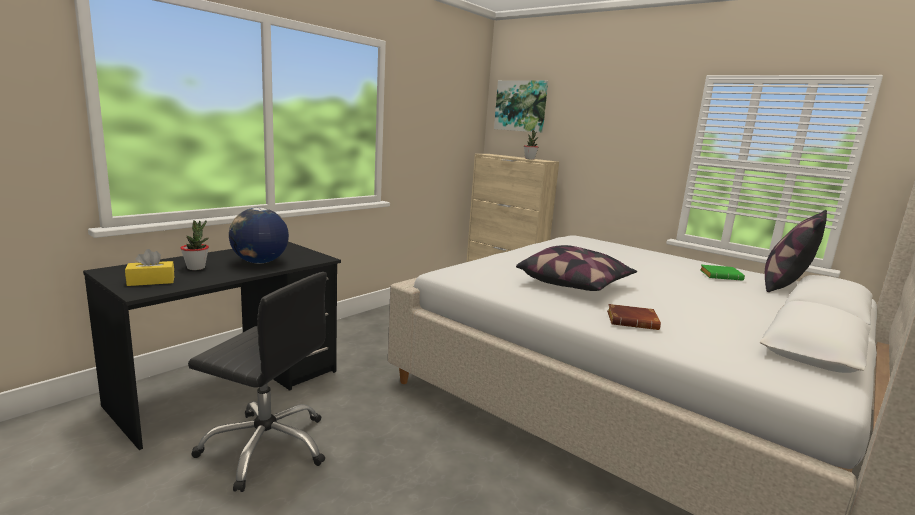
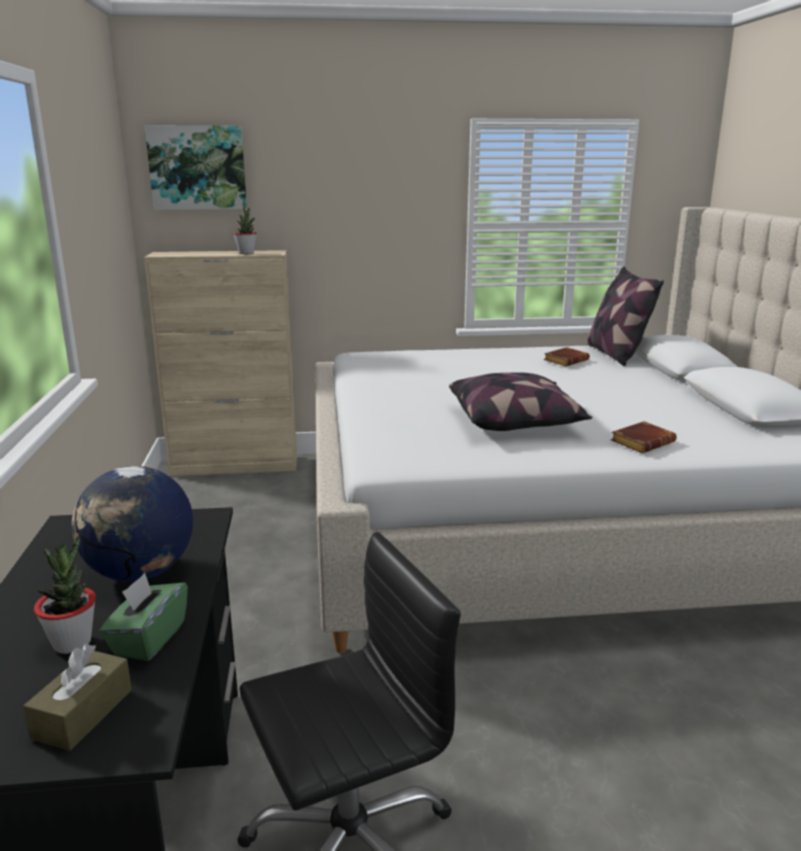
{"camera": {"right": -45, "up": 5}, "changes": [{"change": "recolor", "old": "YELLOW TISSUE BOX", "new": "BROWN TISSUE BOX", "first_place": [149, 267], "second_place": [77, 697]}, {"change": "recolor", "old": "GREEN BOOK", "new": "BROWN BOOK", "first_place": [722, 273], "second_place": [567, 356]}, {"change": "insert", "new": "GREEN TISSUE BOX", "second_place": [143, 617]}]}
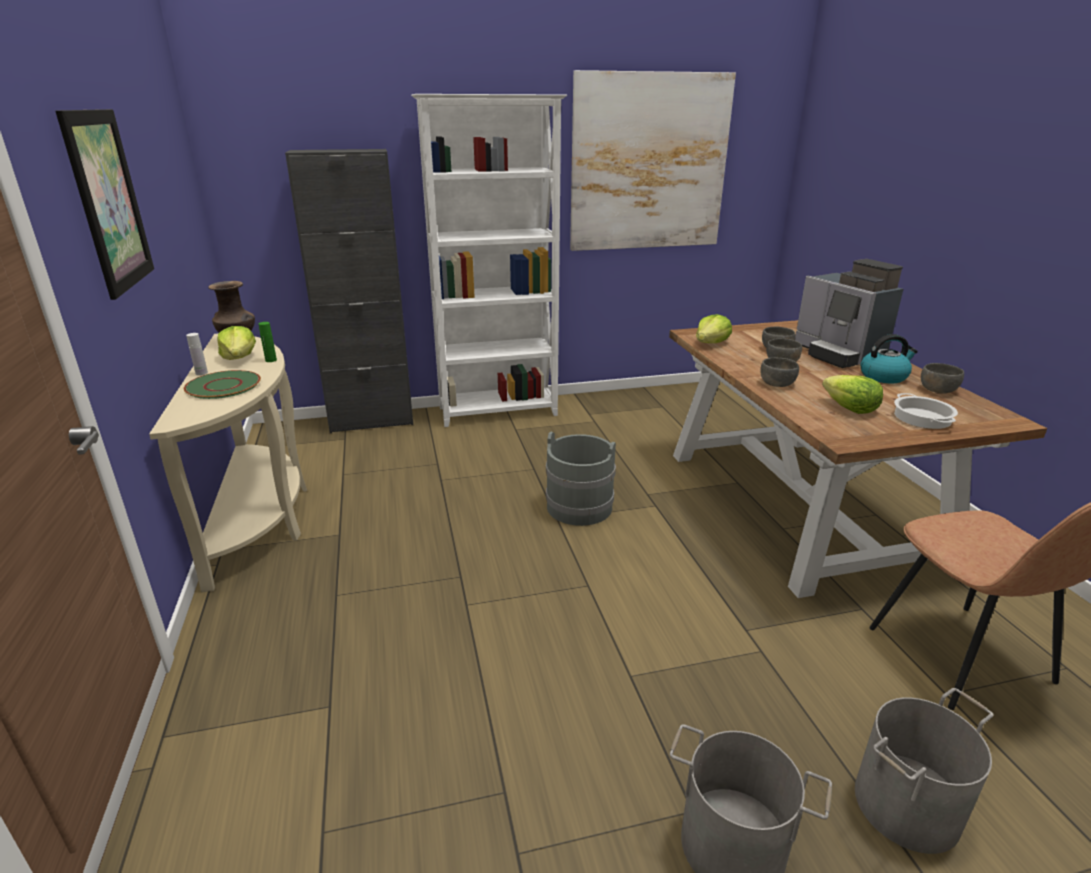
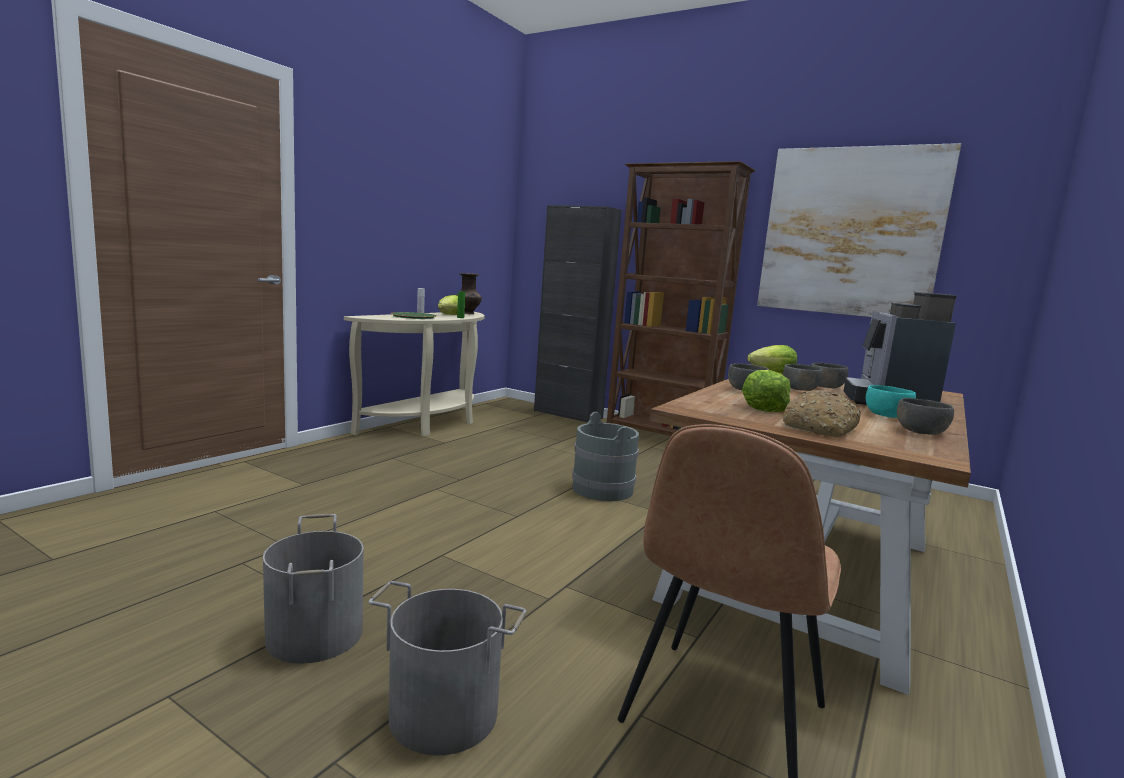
{"camera": {"right": 45, "up": -15}, "changes": [{"change": "recolor", "old": "WHITE BOOKCASE", "new": "BROWN BOOKCASE", "first_place": [489, 260], "second_place": [681, 298]}, {"change": "delete", "old": "PICTURE", "first_place": [104, 204]}, {"change": "replace", "old": "KETTLE", "new": "TURQUOISE BOWL", "first_place": [889, 358], "second_place": [891, 401]}, {"change": "replace", "old": "COOKING POT", "new": "BREAD", "first_place": [926, 411], "second_place": [822, 413]}]}
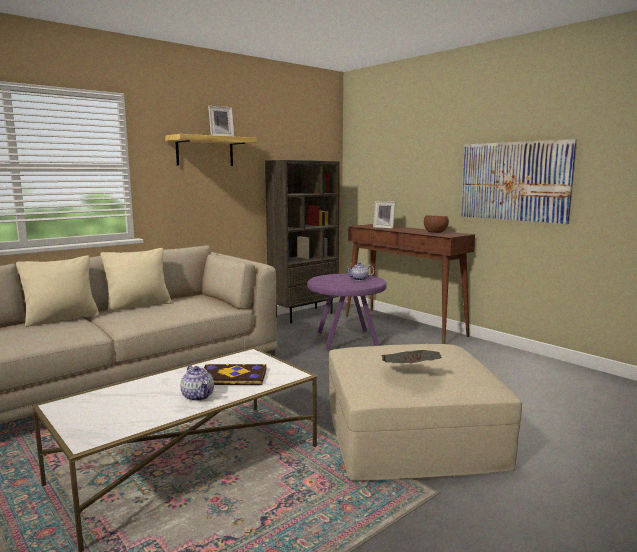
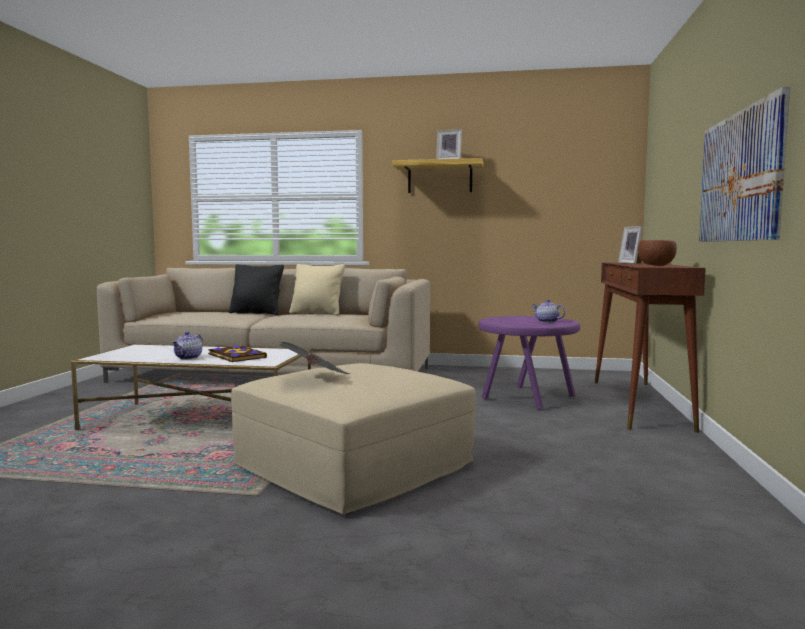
{"camera": {"right": 50, "up": -5}, "changes": [{"change": "delete", "old": "BROWN BOOKCASE", "first_place": [302, 241]}, {"change": "recolor", "old": "BEIGE PILLOW", "new": "BLACK PILLOW", "first_place": [57, 291], "second_place": [256, 289]}]}
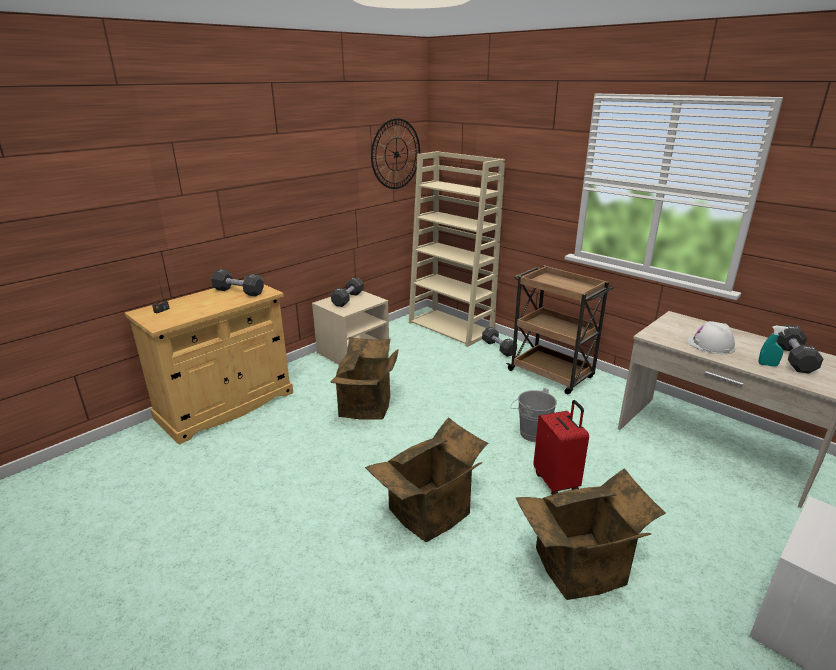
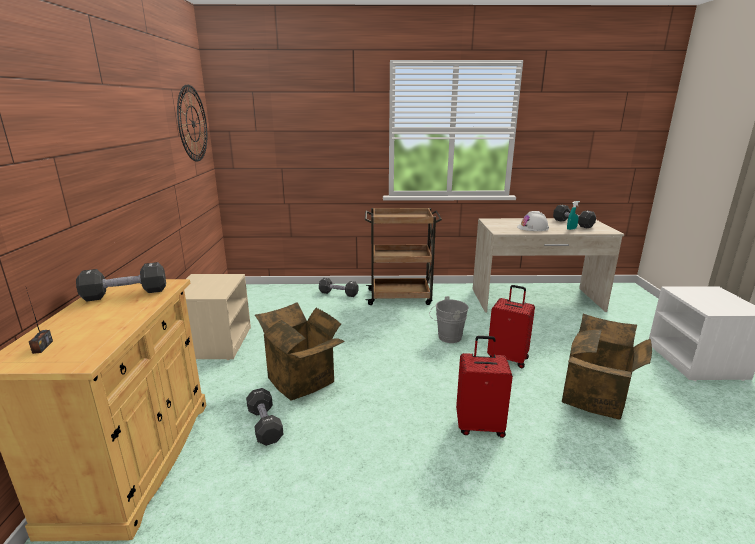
{"camera": {"right": -45, "up": -5}, "changes": [{"change": "delete", "old": "BEIGE BOOKCASE", "first_place": [457, 249]}, {"change": "move", "old": "BLACK DUMBBELL", "first_place": [347, 292], "second_place": [264, 417]}, {"change": "replace", "old": "CARDBOARD BOX", "new": "RED SUITCASE", "first_place": [426, 479], "second_place": [484, 387]}]}
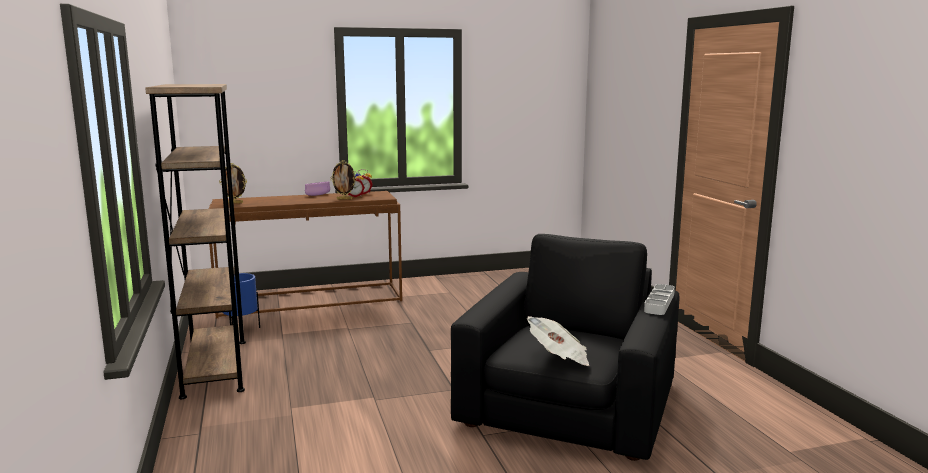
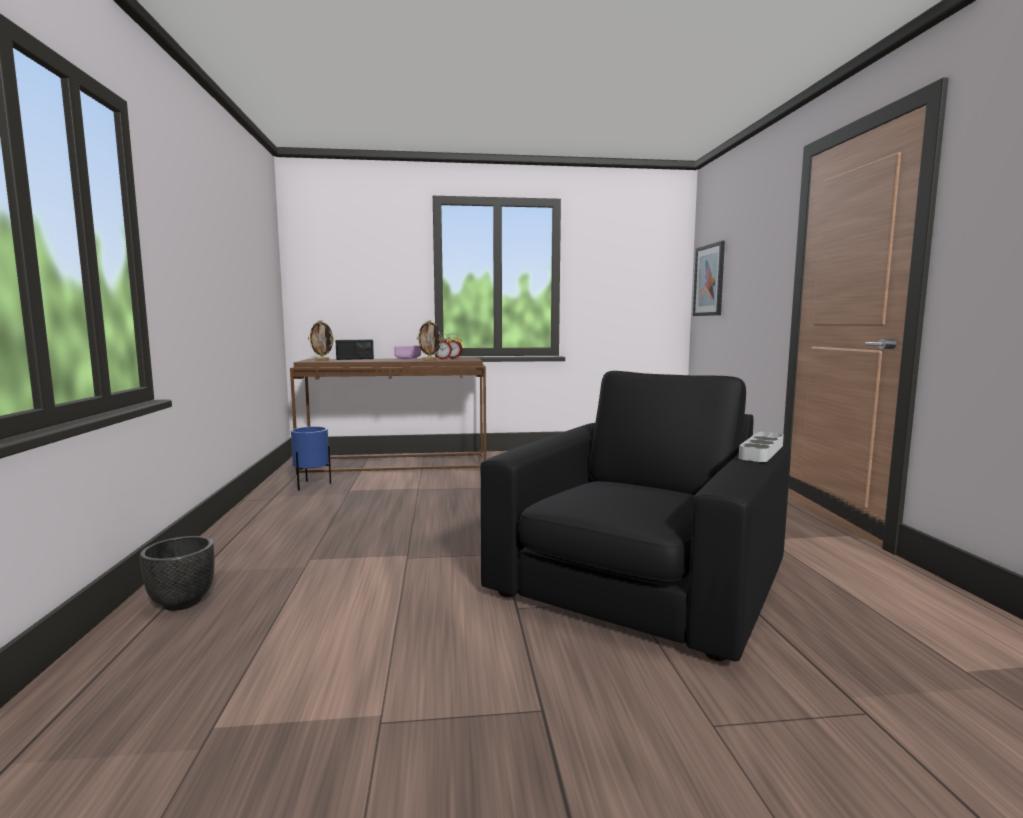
{"camera": {"right": 10, "up": -5}, "changes": [{"change": "delete", "old": "BROWN BOOKCASE", "first_place": [195, 241]}, {"change": "delete", "old": "NEWSPAPER", "first_place": [558, 341]}, {"change": "insert", "new": "PICTURE", "second_place": [709, 278]}, {"change": "insert", "new": "RADIO", "second_place": [354, 350]}, {"change": "insert", "new": "BLACK PLANTER", "second_place": [177, 573]}]}
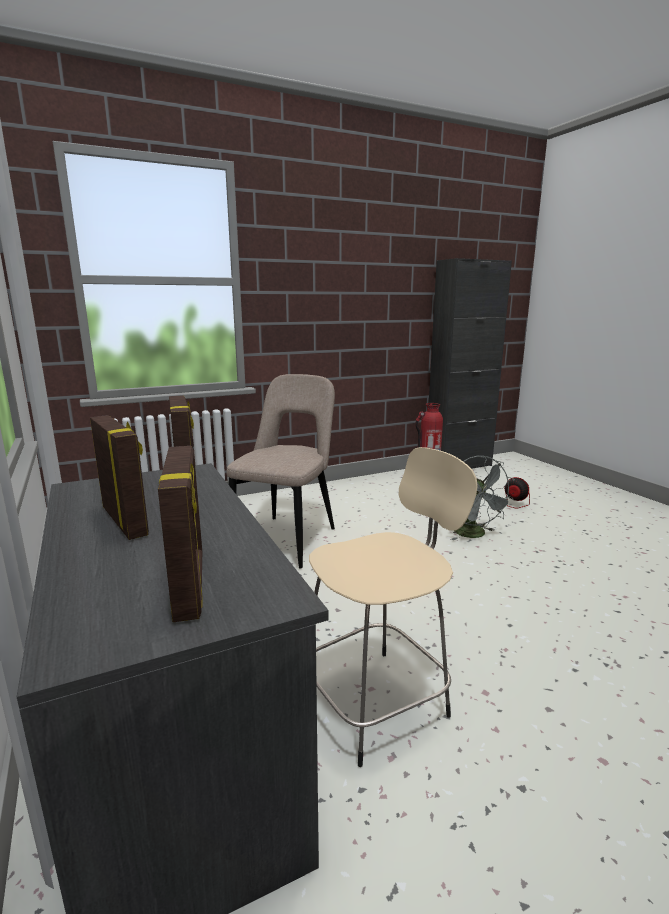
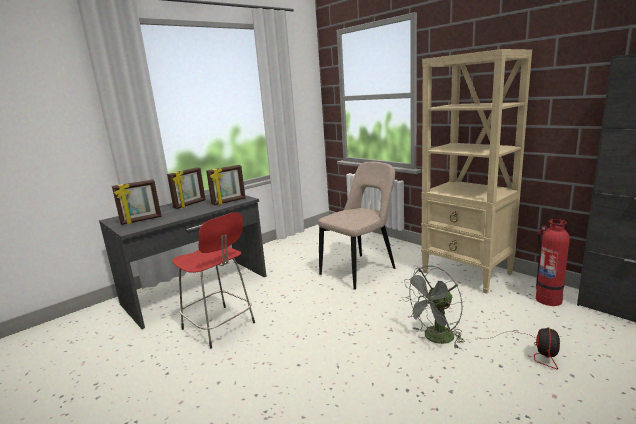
{"camera": {"right": 75, "up": 0}, "changes": [{"change": "rotate", "old": "BEIGE CHAIR", "first_place": [280, 471], "second_place": [356, 226], "degrees": -45}, {"change": "recolor", "old": "BEIGE STOOL", "new": "RED STOOL", "first_place": [393, 607], "second_place": [213, 280]}, {"change": "insert", "new": "BEIGE BOOKCASE", "second_place": [476, 171]}]}
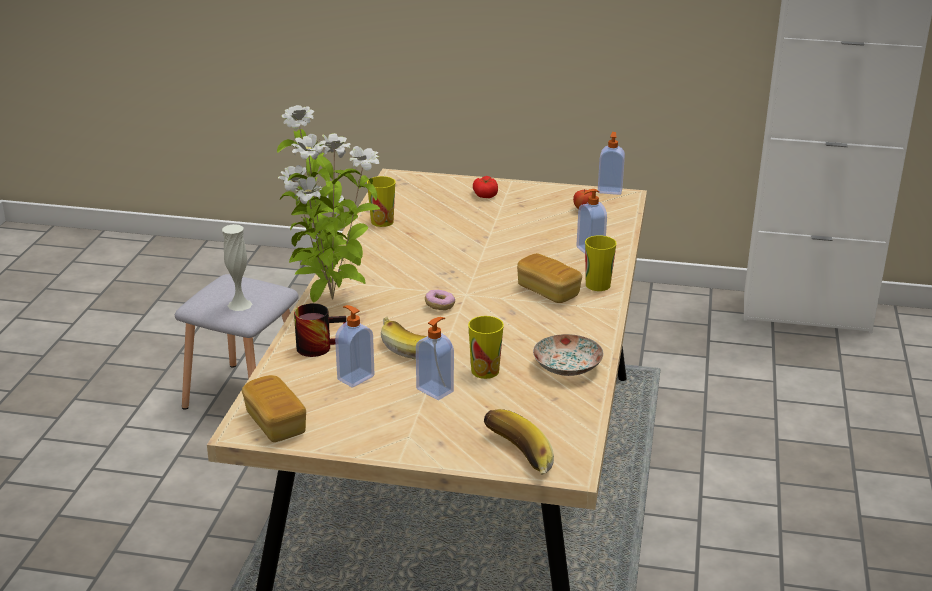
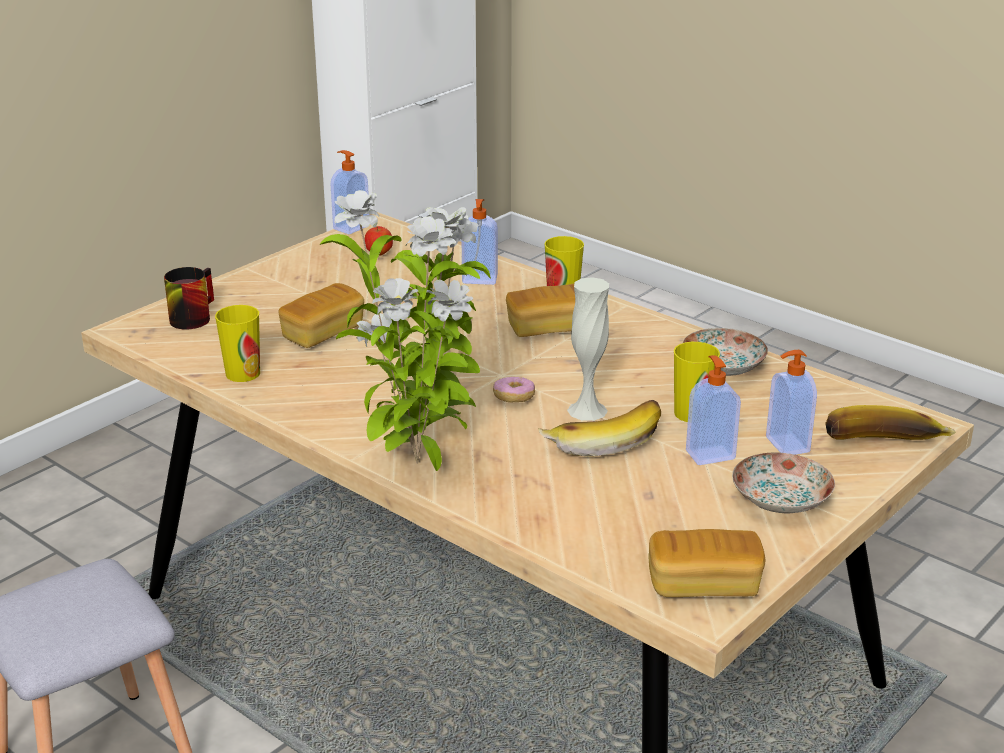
{"camera": {"right": -60, "up": 0}, "changes": [{"change": "delete", "old": "TOMATO", "first_place": [485, 187]}, {"change": "move", "old": "WHITE VASE", "first_place": [237, 267], "second_place": [588, 349]}, {"change": "move", "old": "MUG", "first_place": [320, 330], "second_place": [189, 298]}, {"change": "move", "old": "SOAP DISPENSER", "first_place": [354, 346], "second_place": [791, 402]}, {"change": "insert", "new": "BREAD", "second_place": [321, 315]}, {"change": "insert", "new": "PLATE", "second_place": [783, 482]}]}
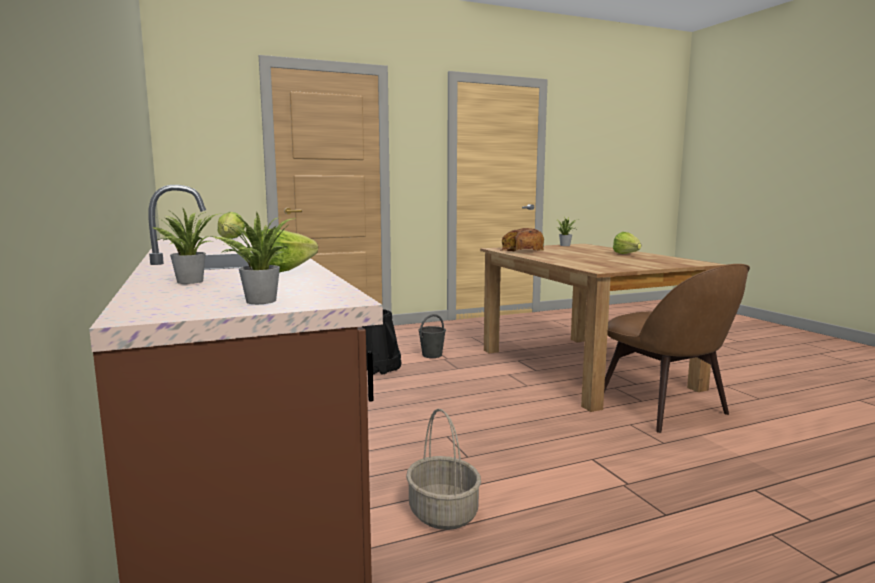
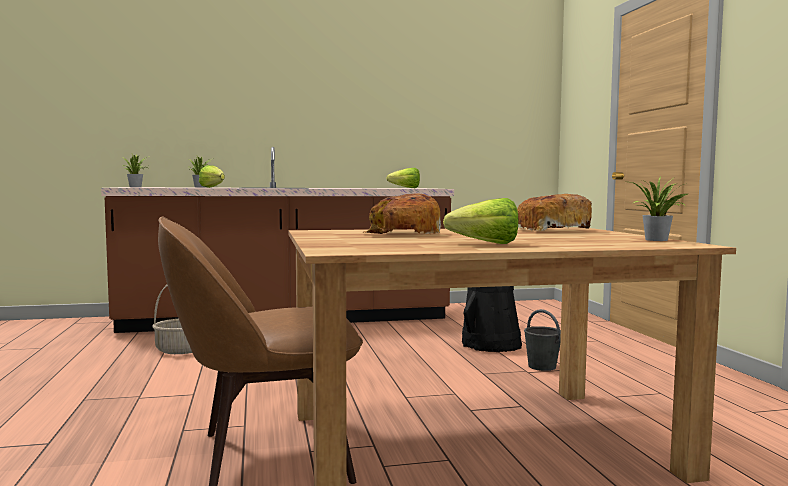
{"camera": {"right": 100, "up": -5}, "changes": [{"change": "insert", "new": "BREAD", "second_place": [402, 213]}]}
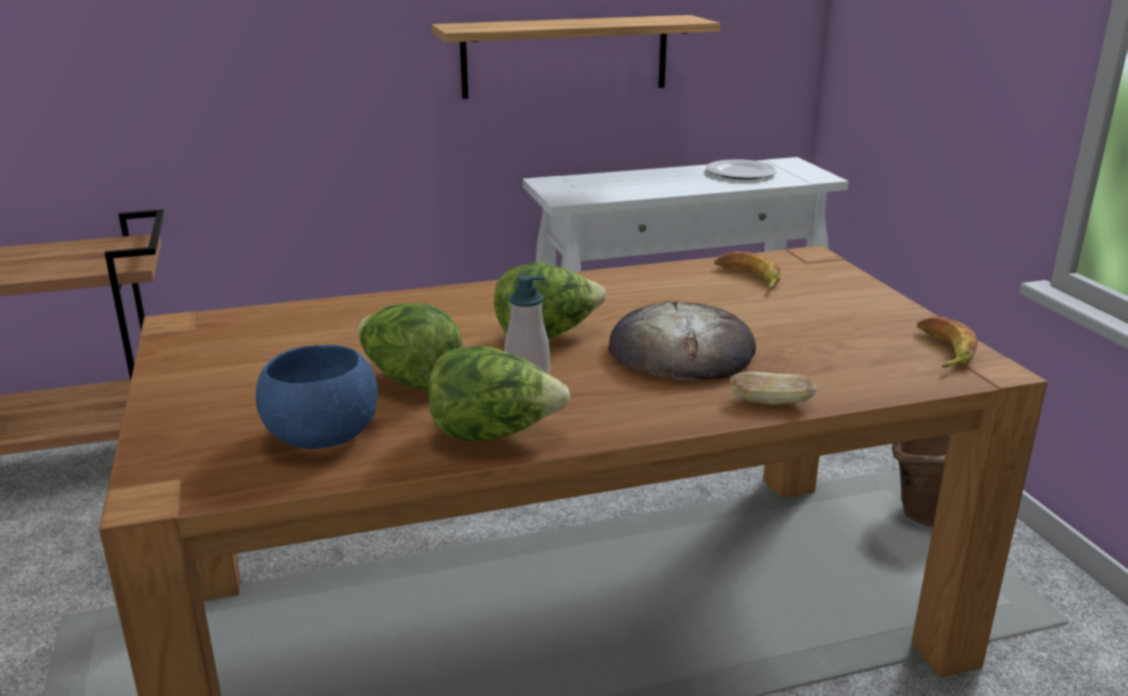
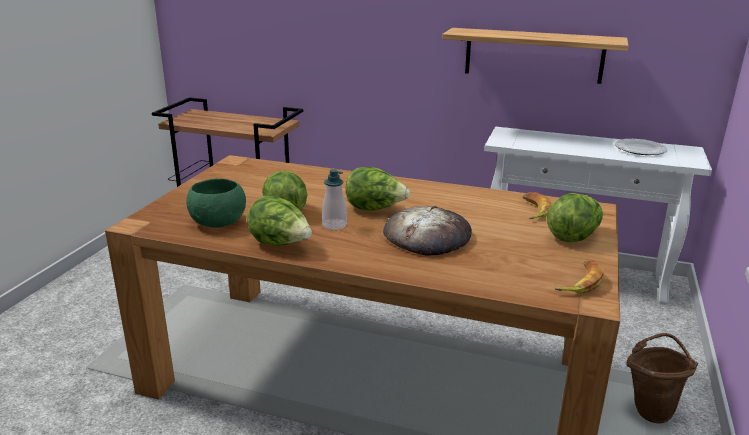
{"camera": {"right": 35, "up": 0}, "changes": [{"change": "recolor", "old": "BLUE BOWL", "new": "GREEN BOWL", "first_place": [316, 397], "second_place": [216, 203]}, {"change": "delete", "old": "BREAD", "first_place": [773, 388]}, {"change": "insert", "new": "LETTUCE", "second_place": [575, 217]}]}
